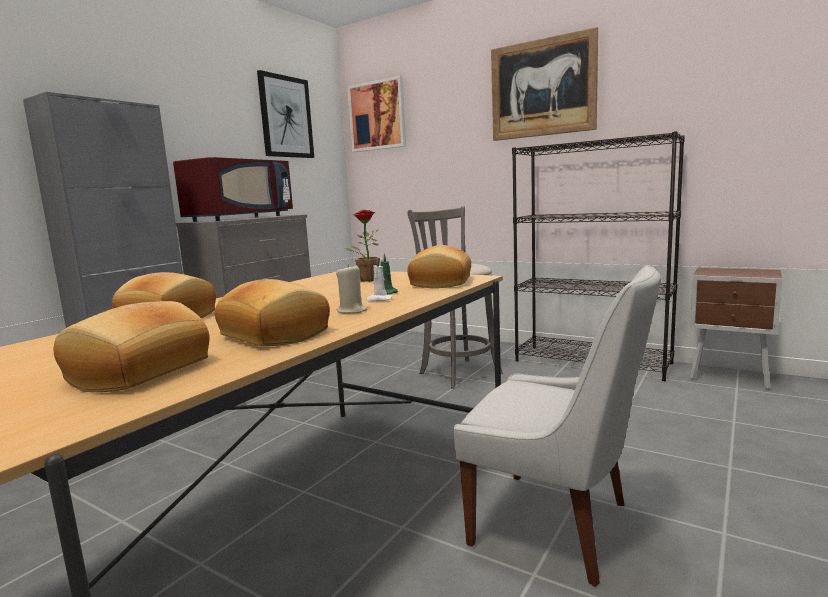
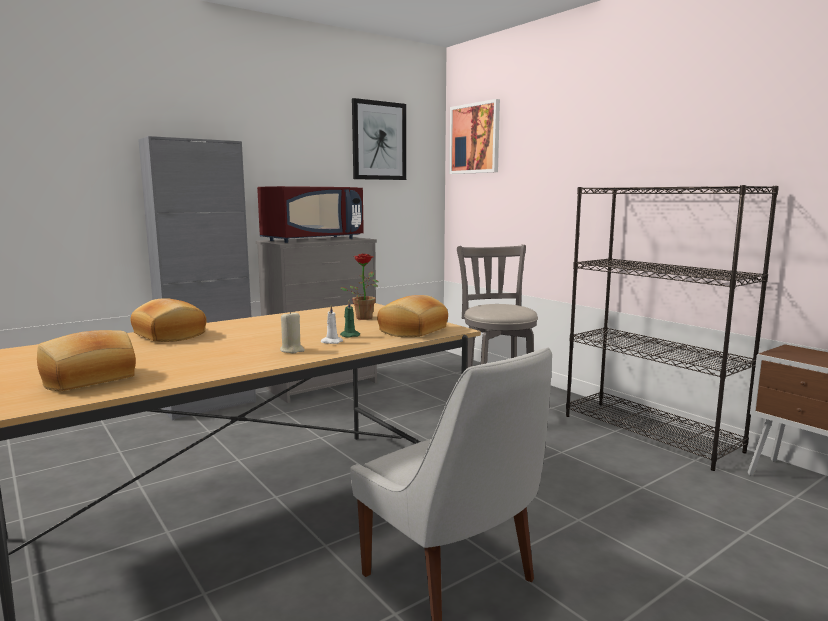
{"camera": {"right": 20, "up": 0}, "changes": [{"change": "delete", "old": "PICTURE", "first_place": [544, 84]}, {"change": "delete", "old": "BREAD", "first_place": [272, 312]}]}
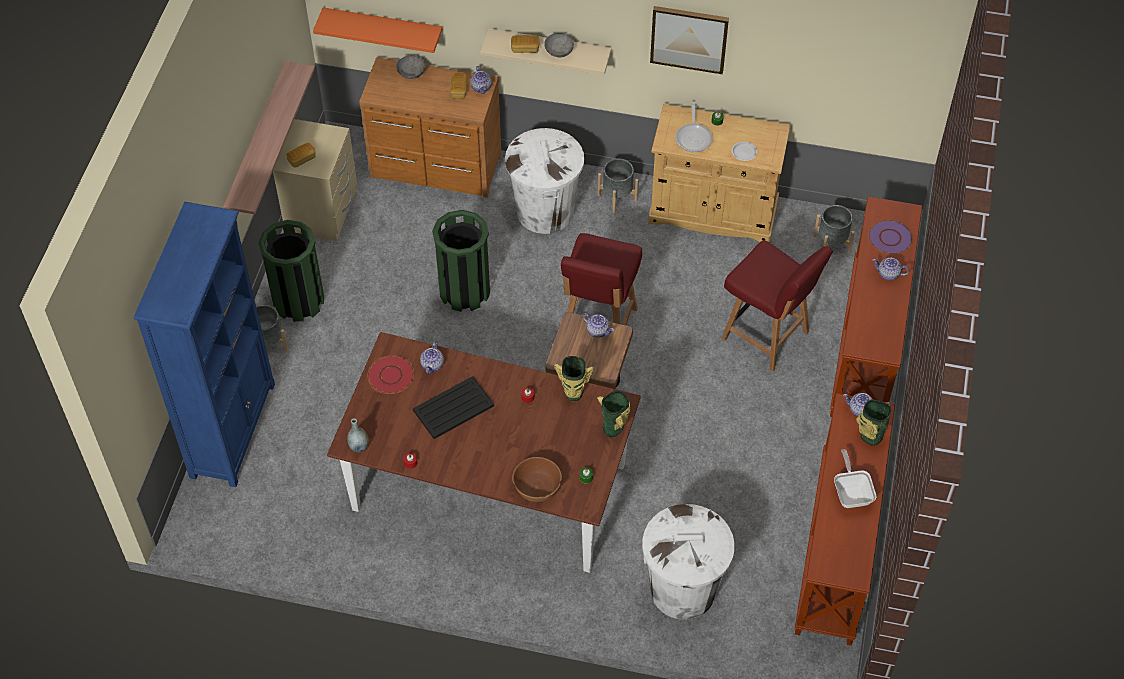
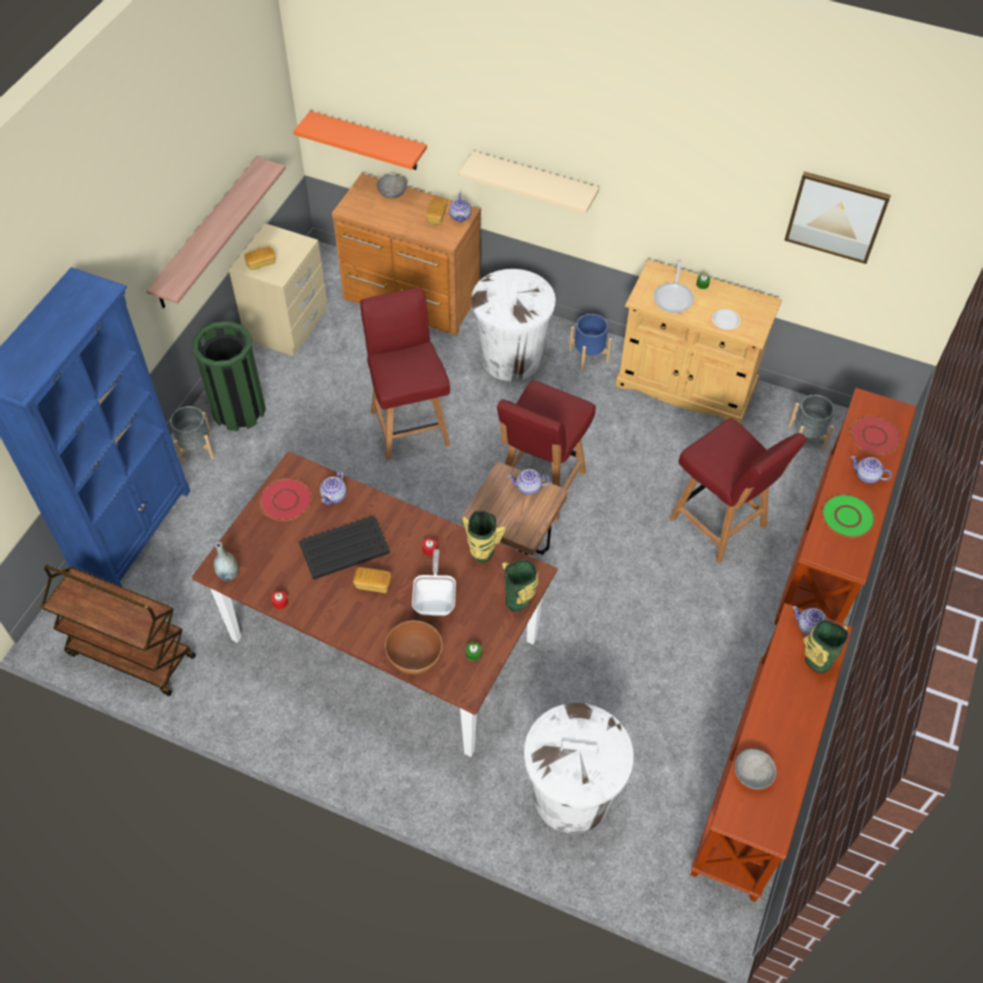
{"camera": {"right": 10, "up": 0}, "changes": [{"change": "move", "old": "PICTURE", "first_place": [689, 40], "second_place": [837, 217]}, {"change": "move", "old": "GREY BOWL", "first_place": [559, 45], "second_place": [755, 769]}, {"change": "move", "old": "BREAD", "first_place": [525, 44], "second_place": [372, 580]}, {"change": "recolor", "old": "GREY PLANTER", "new": "BLUE PLANTER", "first_place": [618, 185], "second_place": [590, 342]}, {"change": "replace", "old": "GREEN TRASH CAN", "new": "RED CHAIR", "first_place": [461, 261], "second_place": [405, 373]}, {"change": "recolor", "old": "PURPLE PLATE", "new": "RED PLATE", "first_place": [890, 237], "second_place": [875, 435]}, {"change": "rotate", "old": "TEAPOT", "first_place": [598, 325], "second_place": [529, 482], "degrees": 135}, {"change": "move", "old": "FRYING PAN", "first_place": [855, 478], "second_place": [434, 582]}, {"change": "insert", "new": "GREEN PLATE", "second_place": [848, 516]}, {"change": "insert", "new": "BROWN CART", "second_place": [118, 630]}]}
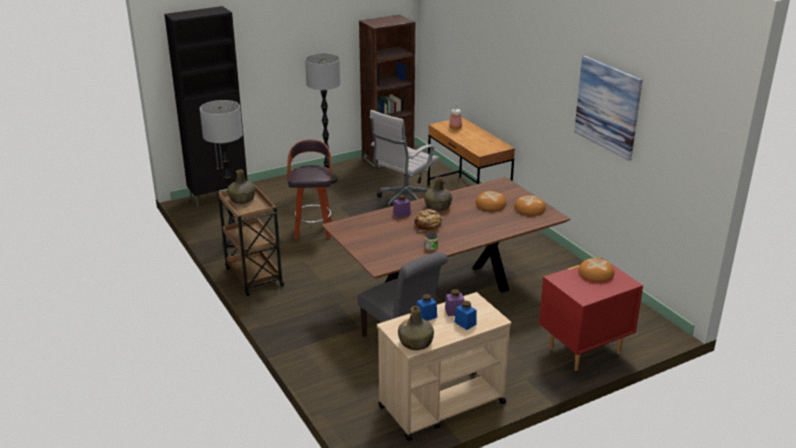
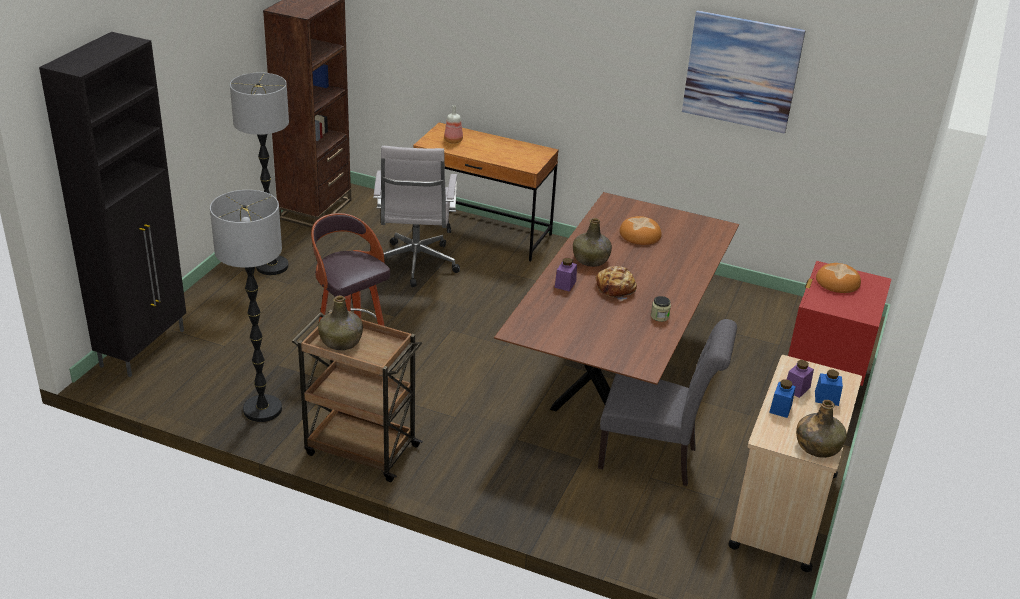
{"camera": {"right": -40, "up": 5}, "changes": [{"change": "delete", "old": "BREAD", "first_place": [530, 205]}]}
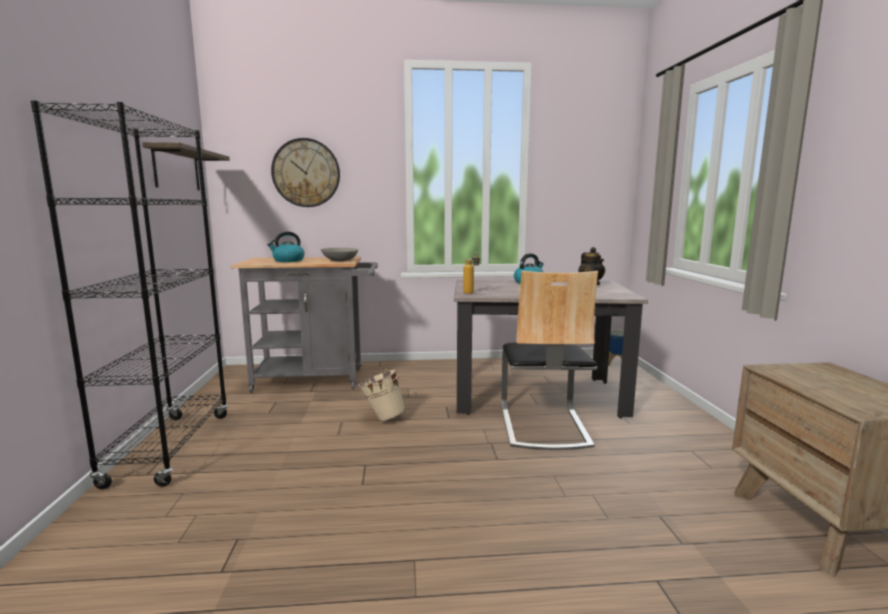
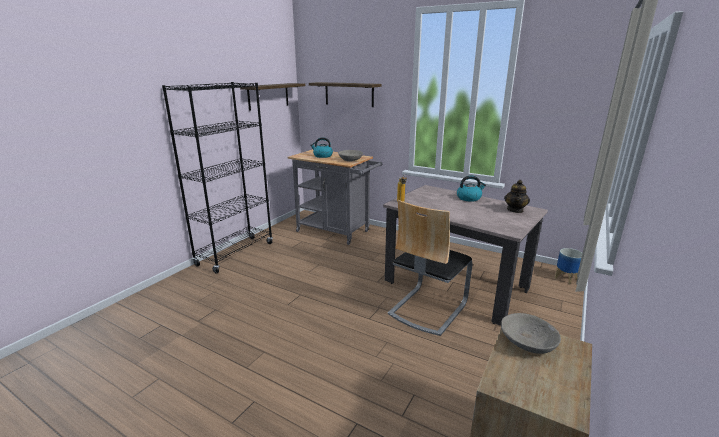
{"camera": {"right": 35, "up": 10}, "changes": [{"change": "replace", "old": "WALL CLOCK", "new": "SHELF", "first_place": [305, 172], "second_place": [345, 94]}, {"change": "delete", "old": "BEIGE BUCKET", "first_place": [382, 395]}, {"change": "insert", "new": "GREY BOWL", "second_place": [531, 333]}]}
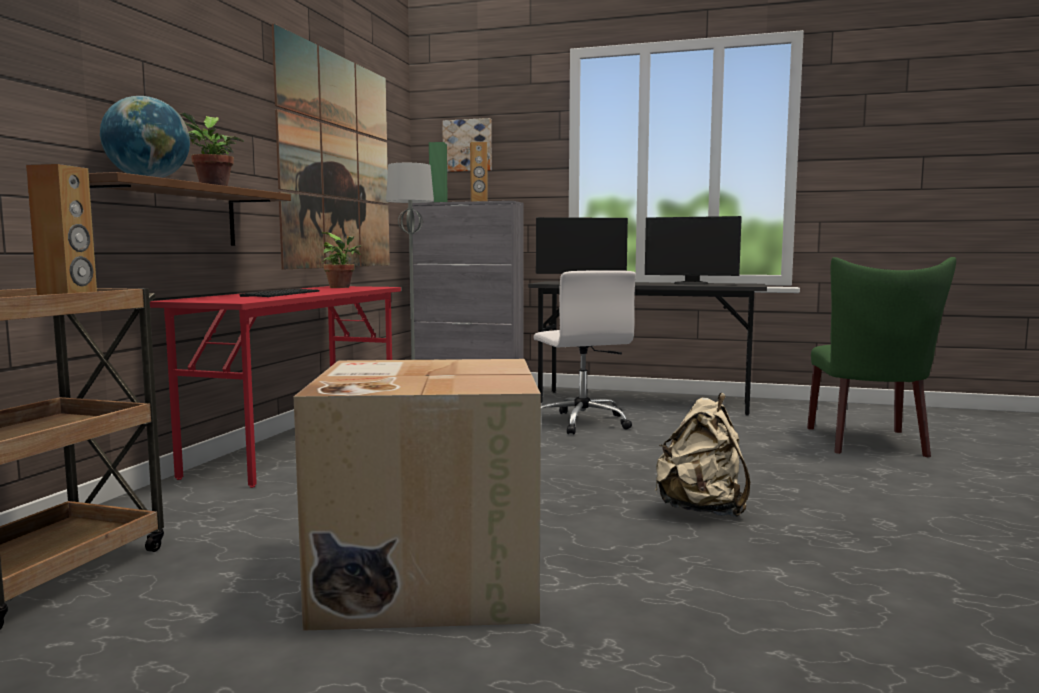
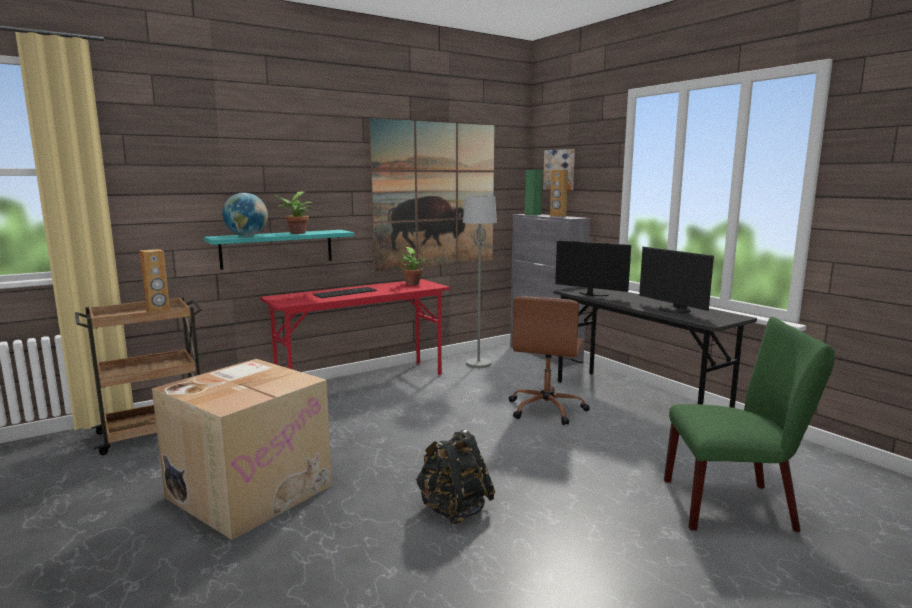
{"camera": {"right": 40, "up": 5}, "changes": [{"change": "recolor", "old": "BROWN SHELF", "new": "TURQUOISE SHELF", "first_place": [190, 209], "second_place": [279, 250]}, {"change": "rotate", "old": "GREEN CHAIR", "first_place": [881, 357], "second_place": [749, 424], "degrees": -135}, {"change": "recolor", "old": "WHITE OFFICE CHAIR", "new": "BROWN OFFICE CHAIR", "first_place": [585, 352], "second_place": [549, 360]}, {"change": "recolor", "old": "BEIGE BACKPACK", "new": "BLACK BACKPACK", "first_place": [702, 455], "second_place": [455, 477]}]}
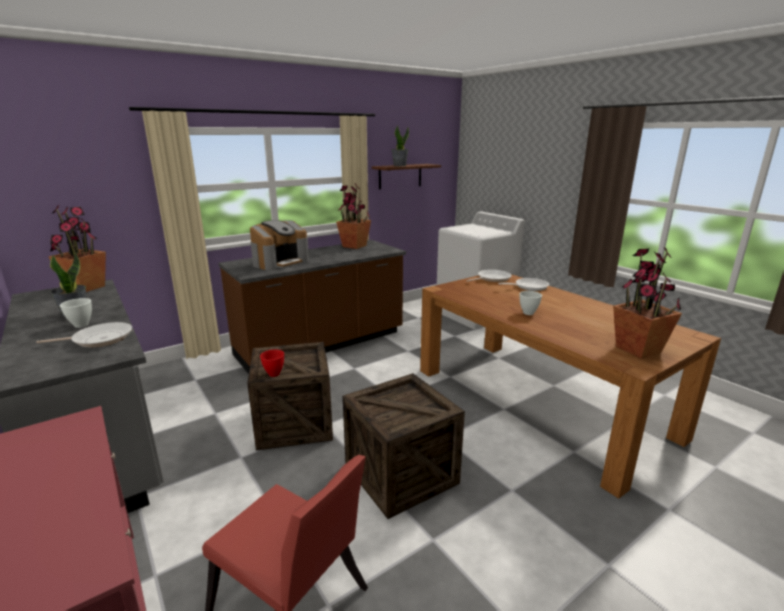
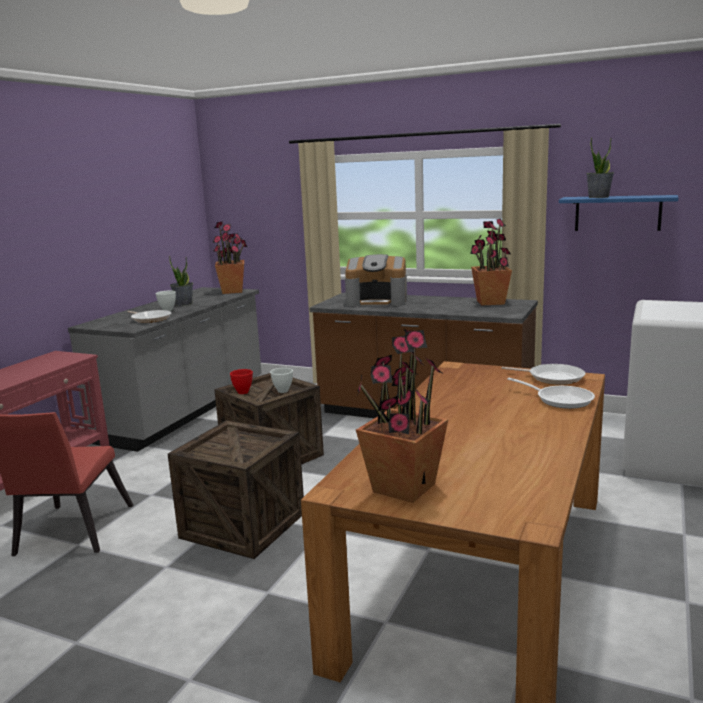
{"camera": {"right": 60, "up": -5}, "changes": [{"change": "recolor", "old": "BROWN SHELF", "new": "BLUE SHELF", "first_place": [406, 176], "second_place": [618, 213]}, {"change": "move", "old": "WHITE BOWL", "first_place": [530, 303], "second_place": [281, 380]}]}
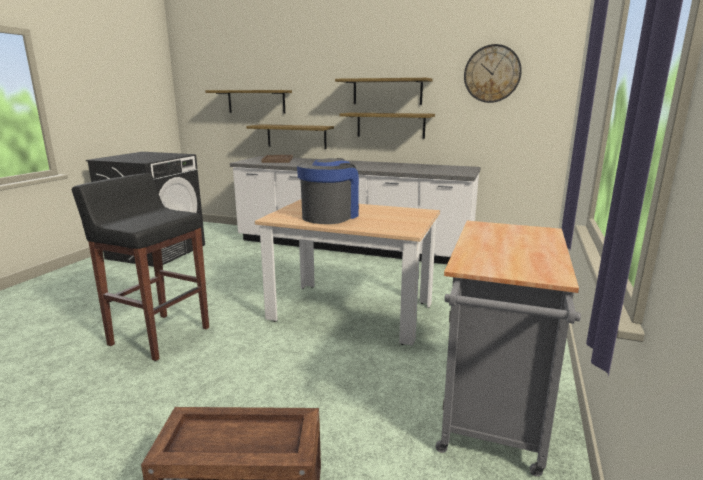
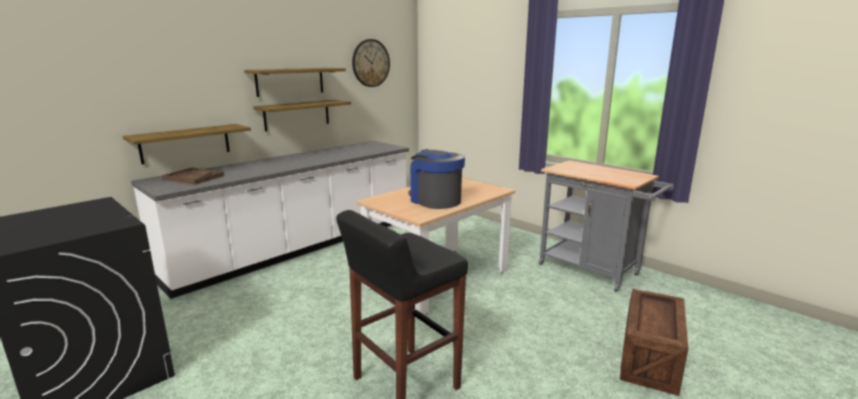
{"camera": {"right": -65, "up": 0}, "changes": [{"change": "delete", "old": "SHELF", "first_place": [248, 102]}]}
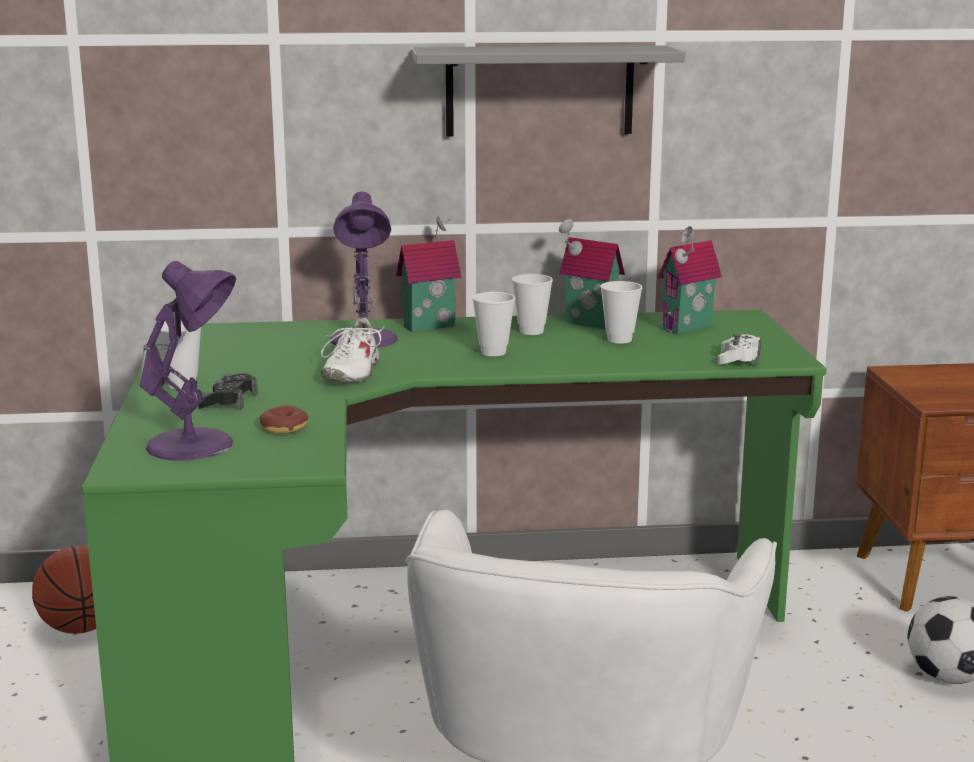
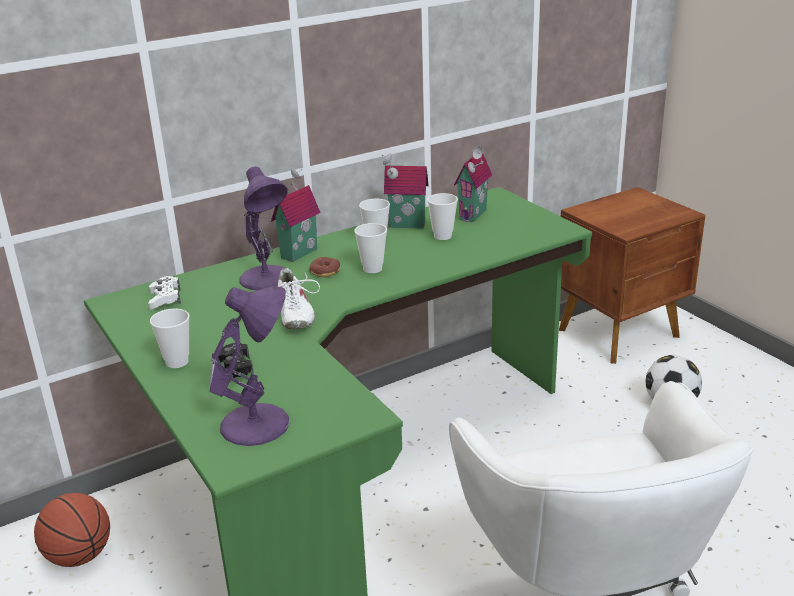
{"camera": {"right": -25, "up": 10}, "changes": [{"change": "delete", "old": "GREY SHELF", "first_place": [548, 91]}, {"change": "move", "old": "WHITE GAME CONTROLLER", "first_place": [739, 350], "second_place": [164, 293]}, {"change": "move", "old": "DONUT", "first_place": [283, 419], "second_place": [324, 267]}]}
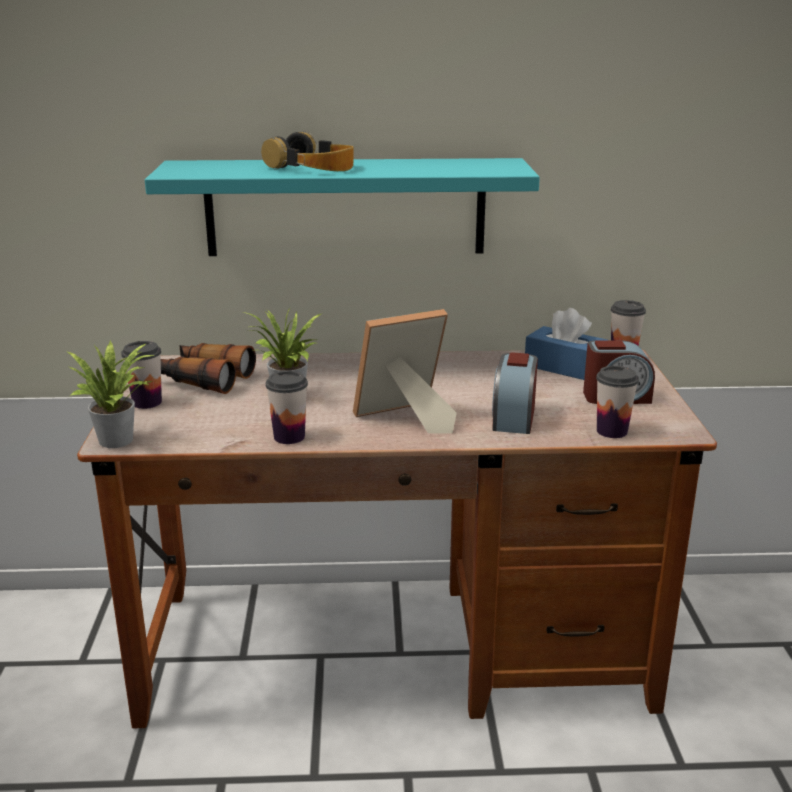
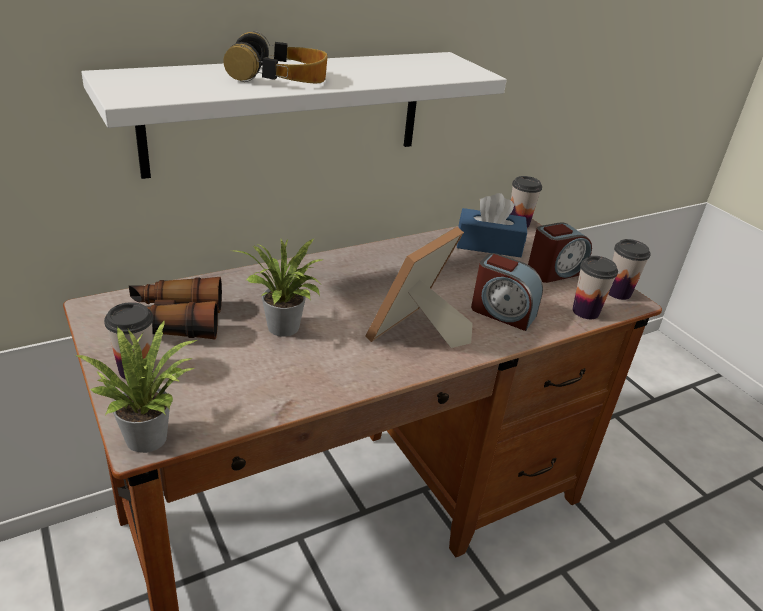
{"camera": {"right": -30, "up": 10}, "changes": [{"change": "recolor", "old": "TURQUOISE SHELF", "new": "WHITE SHELF", "first_place": [342, 207], "second_place": [294, 115]}, {"change": "rotate", "old": "ALARM CLOCK", "first_place": [515, 393], "second_place": [507, 292], "degrees": -45}, {"change": "move", "old": "CUP", "first_place": [287, 407], "second_place": [629, 269]}]}
